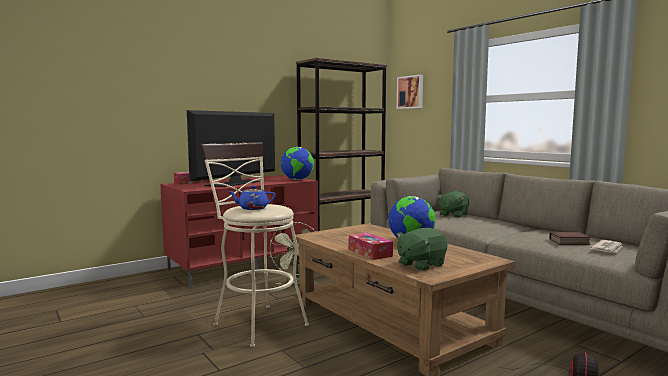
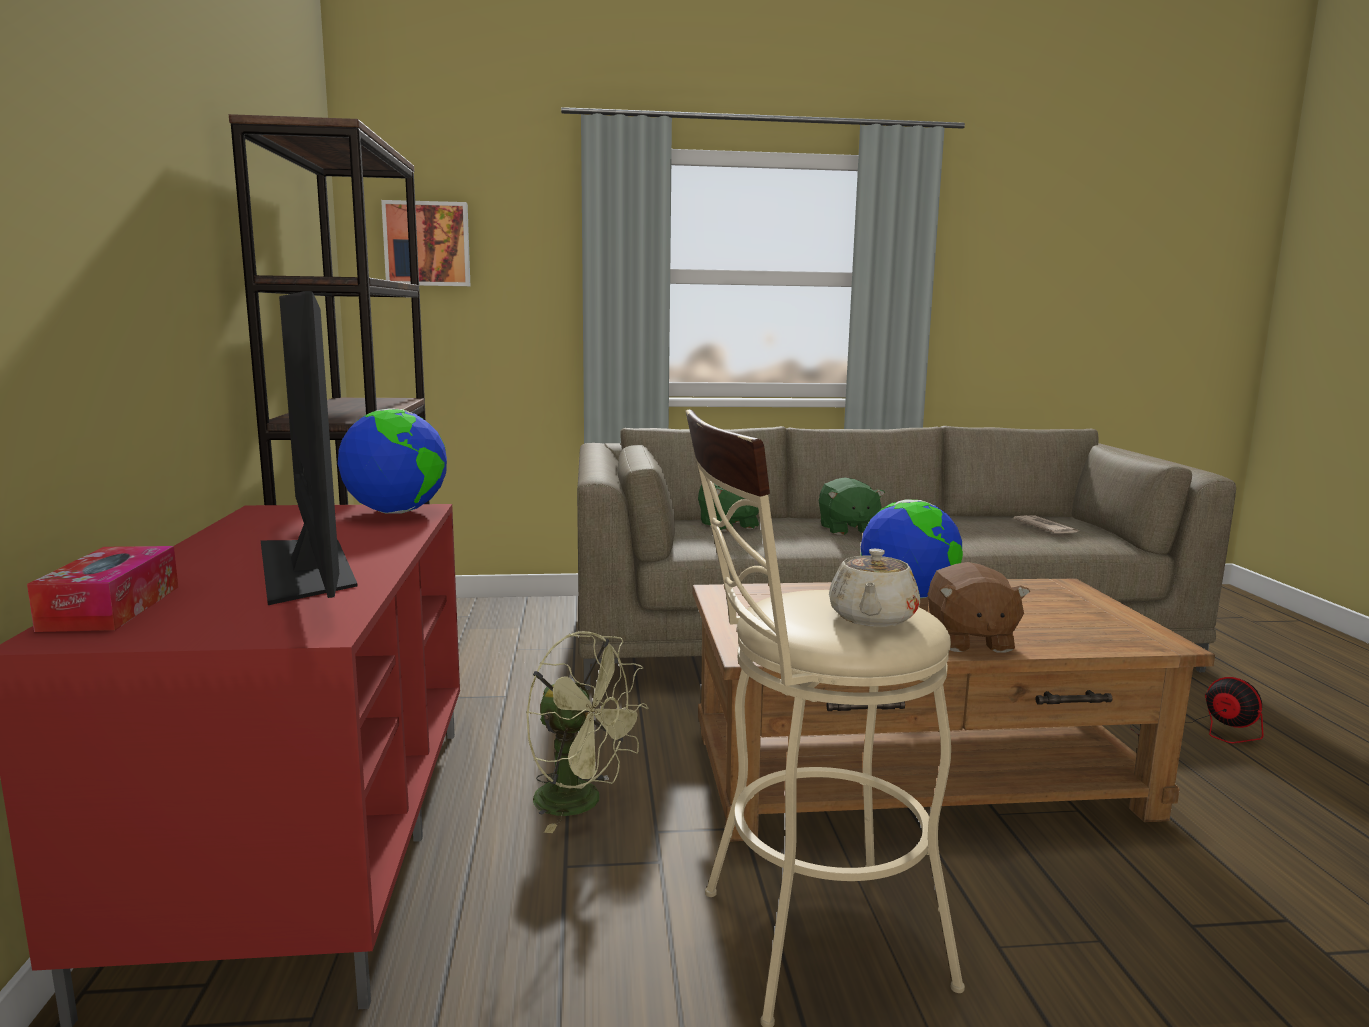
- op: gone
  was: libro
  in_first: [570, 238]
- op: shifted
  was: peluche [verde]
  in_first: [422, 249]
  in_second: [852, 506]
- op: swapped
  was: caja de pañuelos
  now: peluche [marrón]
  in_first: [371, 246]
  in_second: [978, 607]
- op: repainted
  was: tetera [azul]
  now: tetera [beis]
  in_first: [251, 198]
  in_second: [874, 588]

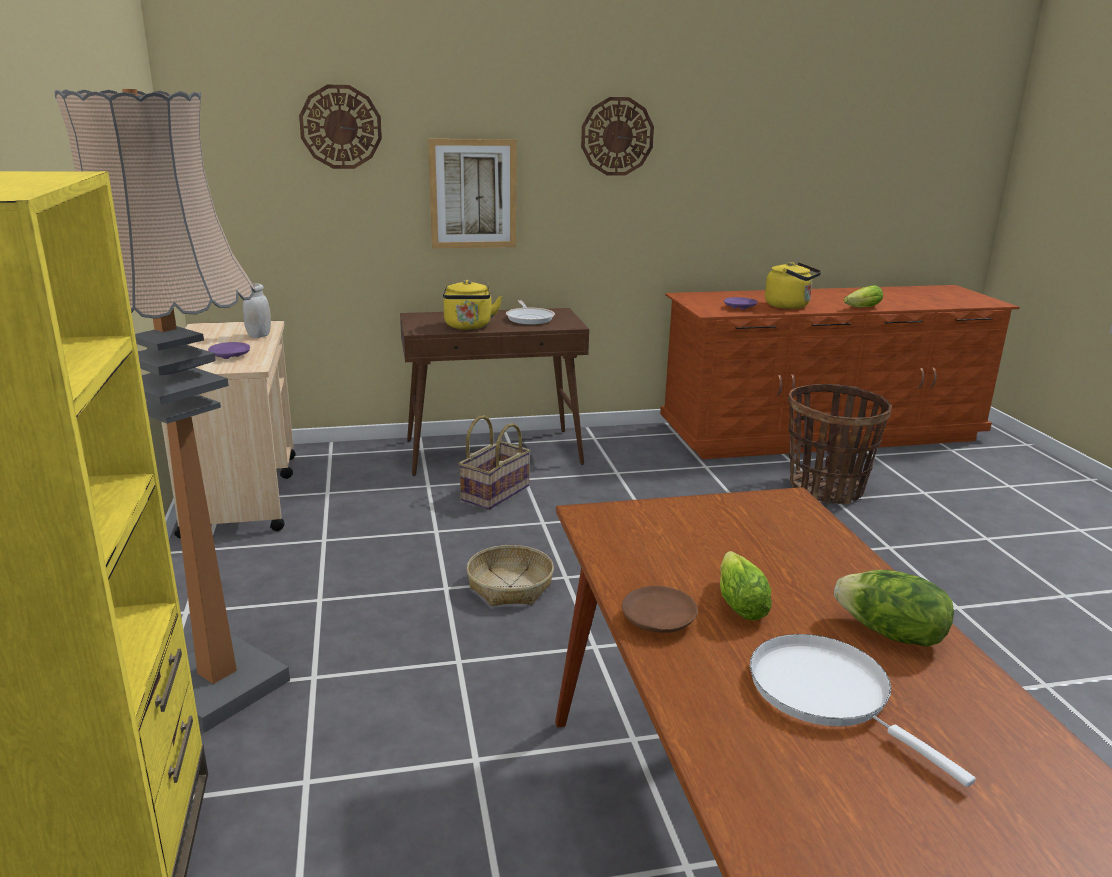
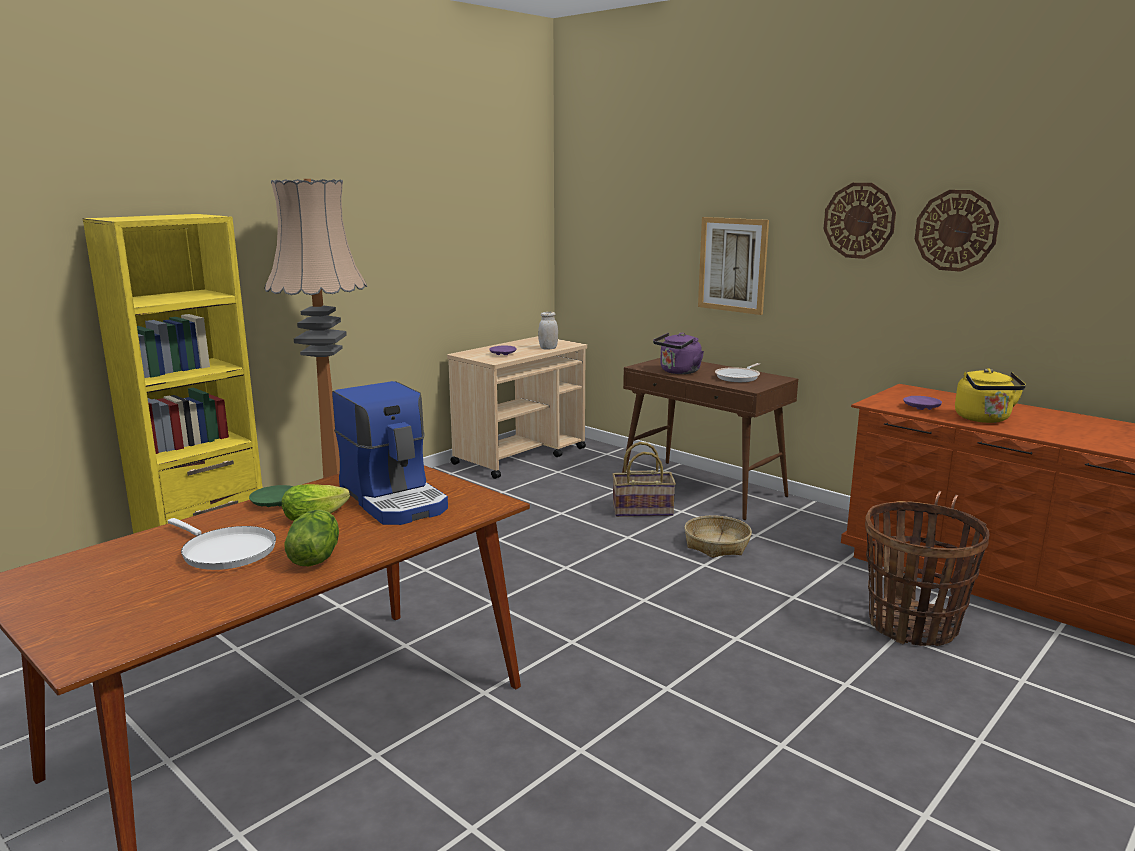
- op: gone
  was: lechuga
  in_first: [863, 296]
- op: new
  now: cafetera
  in_second: [390, 453]
- op: shifted
  was: reloj de pared
  in_first: [340, 127]
  in_second: [957, 231]
- op: shifted
  was: cesta
  in_first: [510, 575]
  in_second: [718, 536]
- op: repainted
  was: hervidor [amarillo]
  now: hervidor [morado]
  in_first: [472, 305]
  in_second: [678, 353]
- op: repainted
  was: plato [marrón]
  now: plato [verde]
  in_first: [659, 609]
  in_second: [271, 496]
- op: rotated
  was: sartén [blanco]
  in_first: [863, 710]
  in_second: [222, 544]
  clockwise: 105

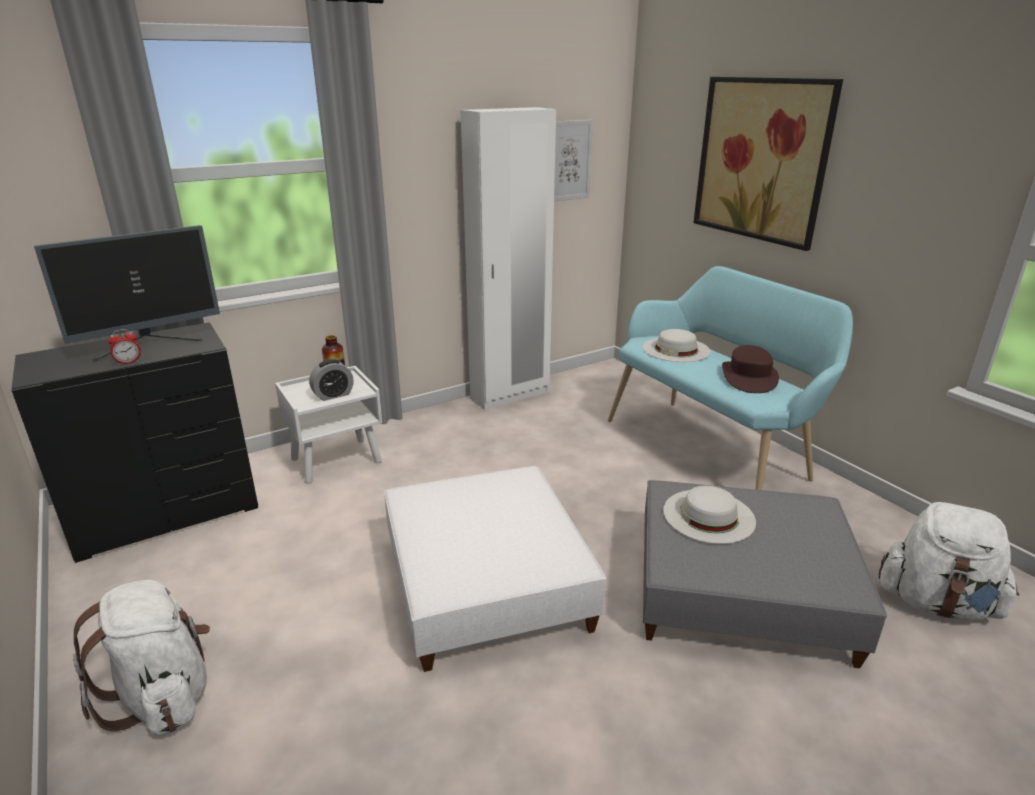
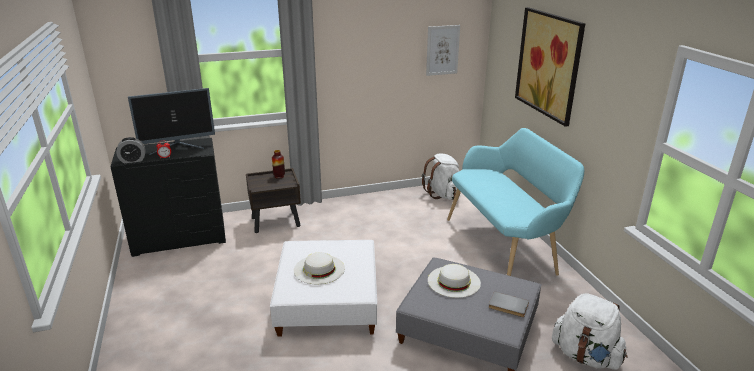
- op: gone
  was: armario ropero [blanco]
  in_first: [508, 258]
- op: gone
  was: sombrero [marrón]
  in_first: [750, 369]
- op: new
  now: libro [gris]
  in_second: [509, 304]
- op: shifted
  was: mochila [blanco]
  in_first: [141, 657]
  in_second: [441, 177]
- op: shifted
  was: despertador
  in_first: [331, 380]
  in_second: [130, 150]
- op: shifted
  was: sombrero [blanco]
  in_first: [677, 345]
  in_second: [319, 268]
- op: repainted
  was: mesita de noche [blanco]
  now: mesita de noche [marrón]
  in_first: [328, 424]
  in_second: [273, 200]

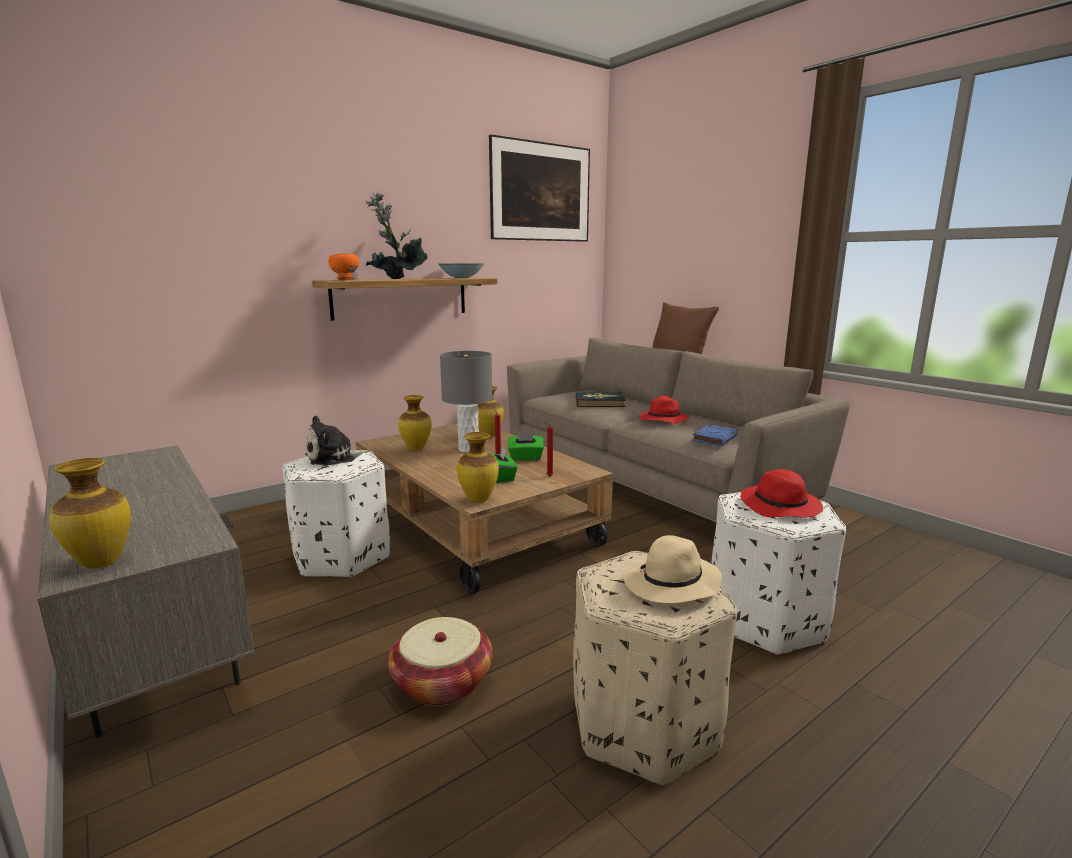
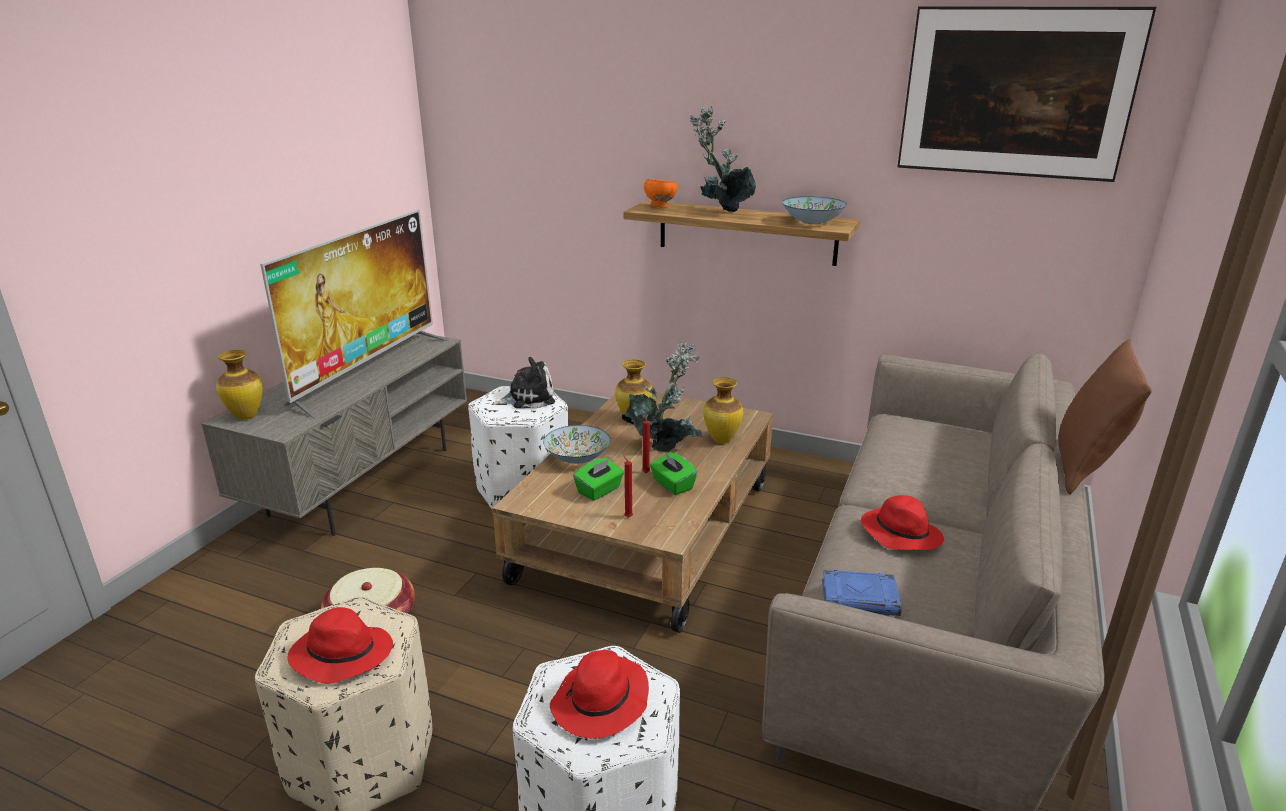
- op: gone
  was: florero
  in_first: [478, 467]
- op: gone
  was: libro
  in_first: [600, 399]
- op: new
  now: televisor
  in_second: [354, 314]
- op: new
  now: cuenco
  in_second: [577, 444]
- op: swapped
  was: lámpara de mesa [gris]
  now: planta en maceta
  in_first: [466, 402]
  in_second: [662, 397]
- op: repainted
  was: sombrero [beis]
  now: sombrero [rojo]
  in_first: [672, 569]
  in_second: [340, 645]
- op: rotated
  was: peluche
  in_first: [337, 440]
  in_second: [523, 382]
  clockwise: 135

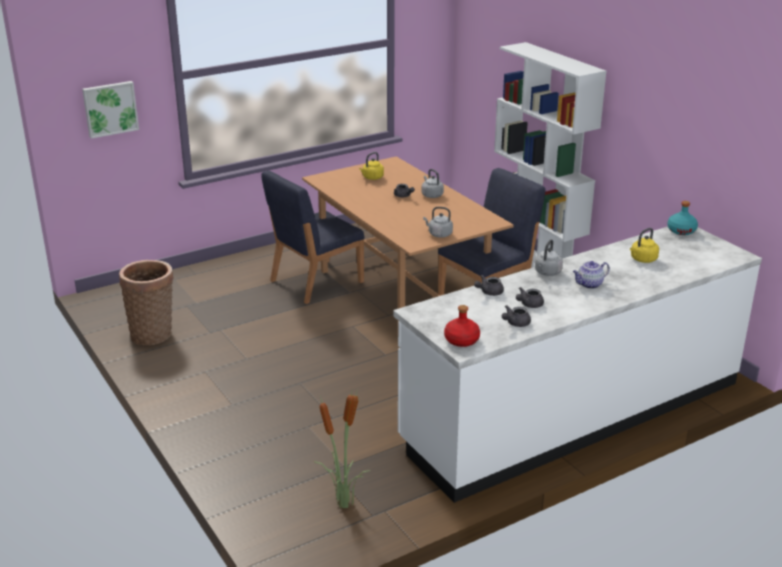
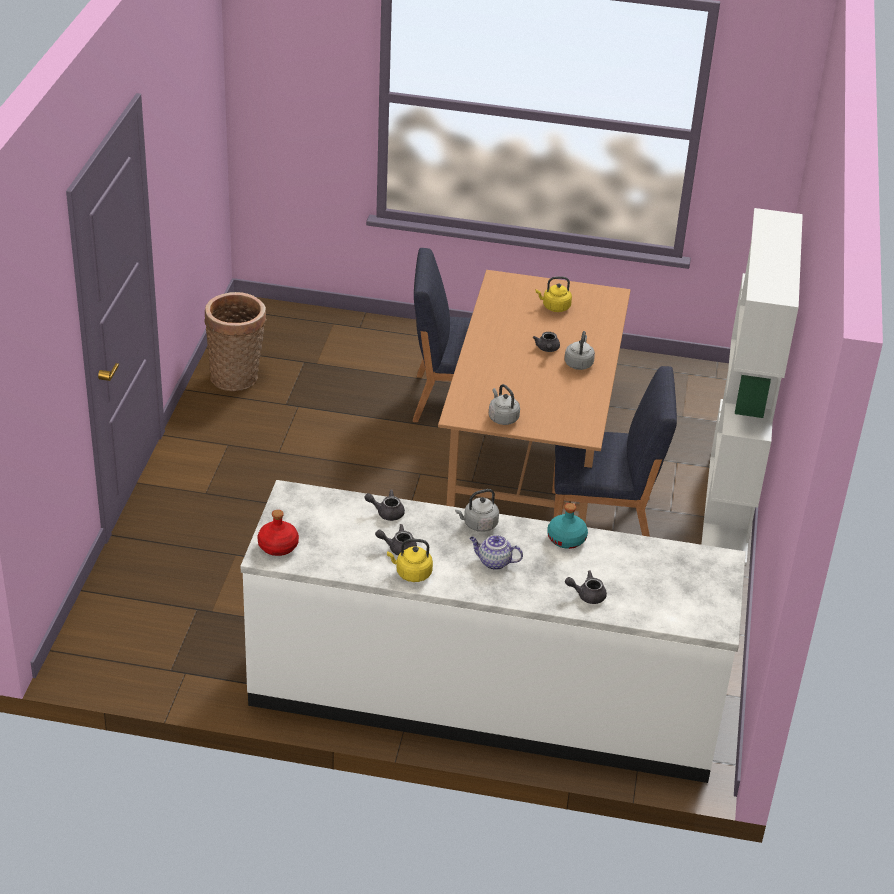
- op: gone
  was: cuadro
  in_first: [110, 110]
- op: gone
  was: planta en maceta
  in_first: [342, 448]
- op: shifted
  was: tetera [gris]
  in_first: [516, 316]
  in_second: [586, 587]
- op: shifted
  was: hervidor [amarillo]
  in_first: [644, 245]
  in_second: [410, 560]
- op: shifted
  was: botella [turquesa]
  in_first: [682, 218]
  in_second: [567, 526]

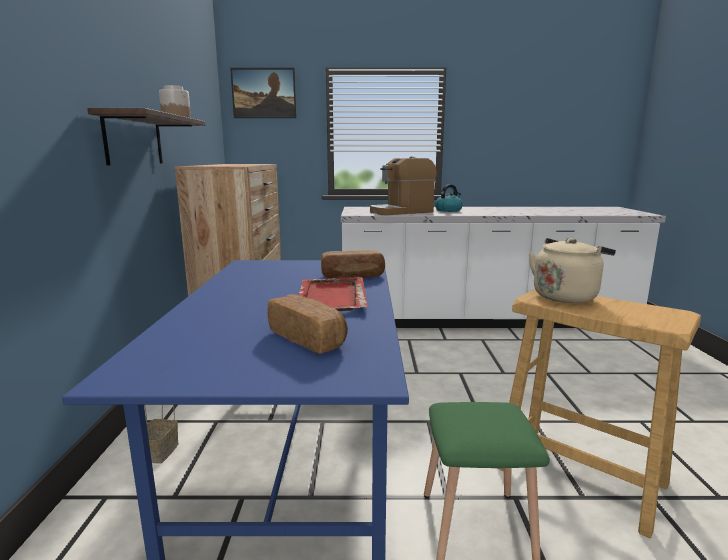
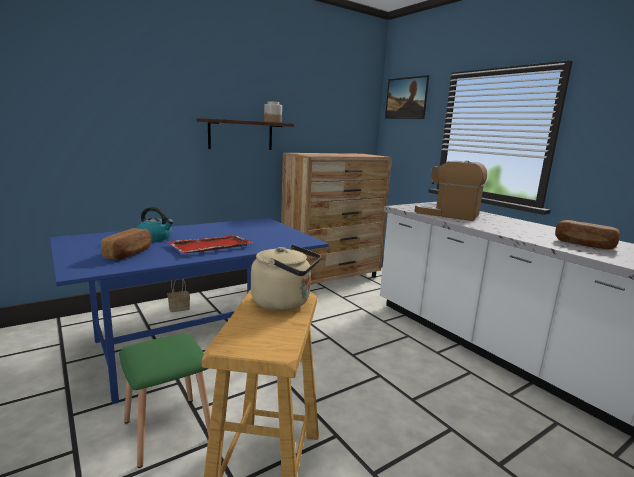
- op: shifted
  was: pan
  in_first: [353, 264]
  in_second: [587, 235]
- op: shifted
  was: hervidor
  in_first: [449, 198]
  in_second: [155, 224]

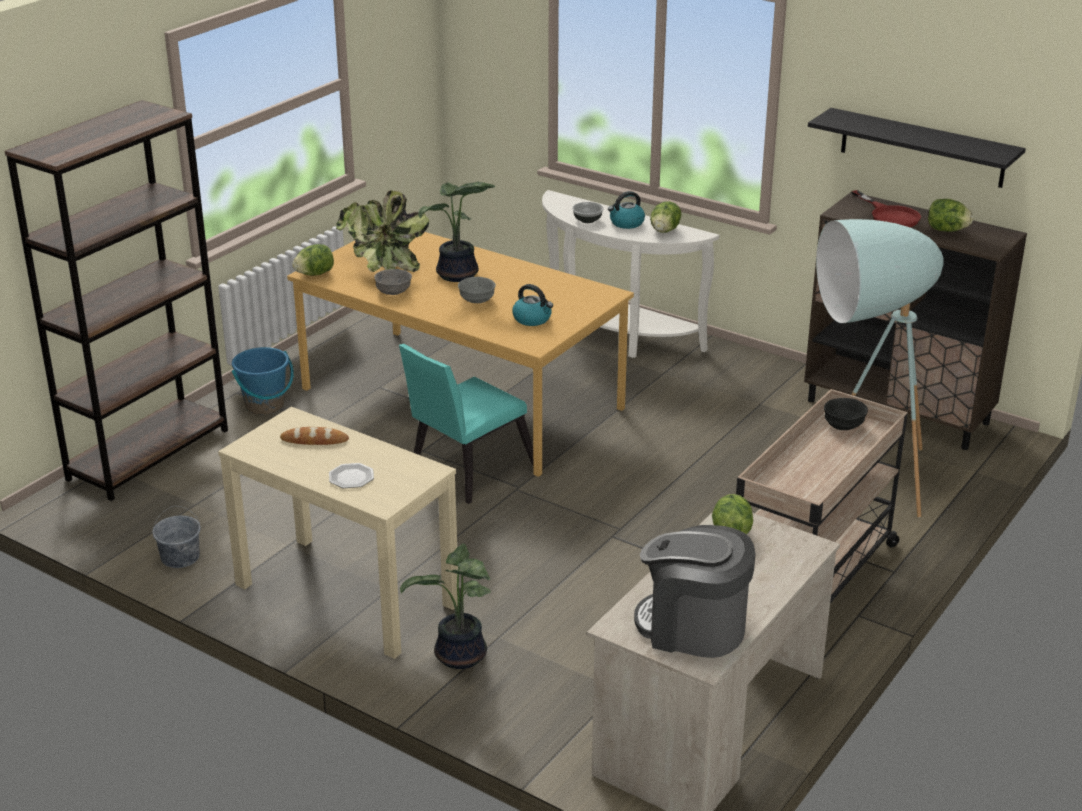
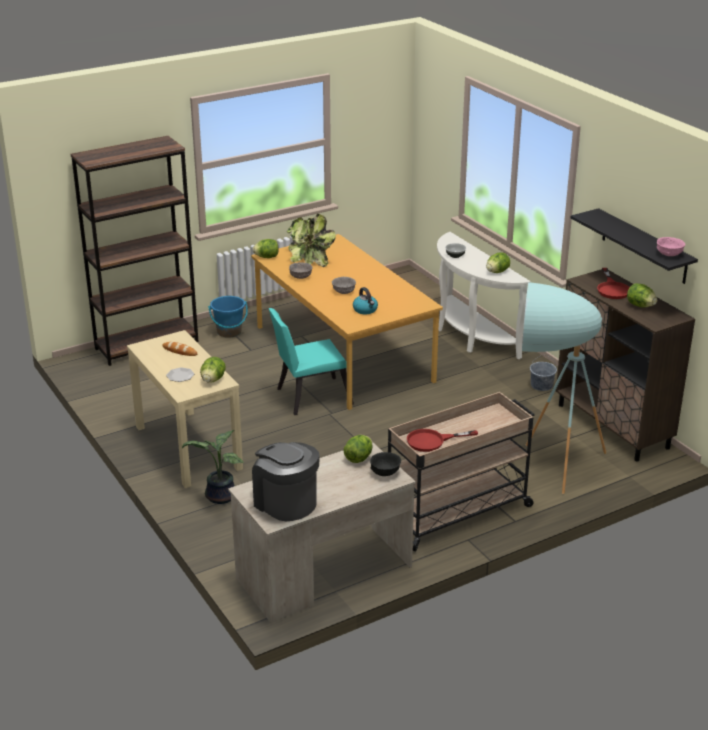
- op: gone
  was: planta en maceta
  in_first: [457, 232]
- op: gone
  was: hervidor
  in_first: [626, 210]
- op: new
  now: lechuga
  in_second: [213, 370]
- op: new
  now: sartén [rojo]
  in_second: [442, 440]
- op: new
  now: cuenco [rosa]
  in_second: [671, 246]
- op: shifted
  was: cubo [gris]
  in_first: [177, 537]
  in_second: [543, 373]
- op: shifted
  was: cuenco [negro]
  in_first: [846, 414]
  in_second: [385, 464]

